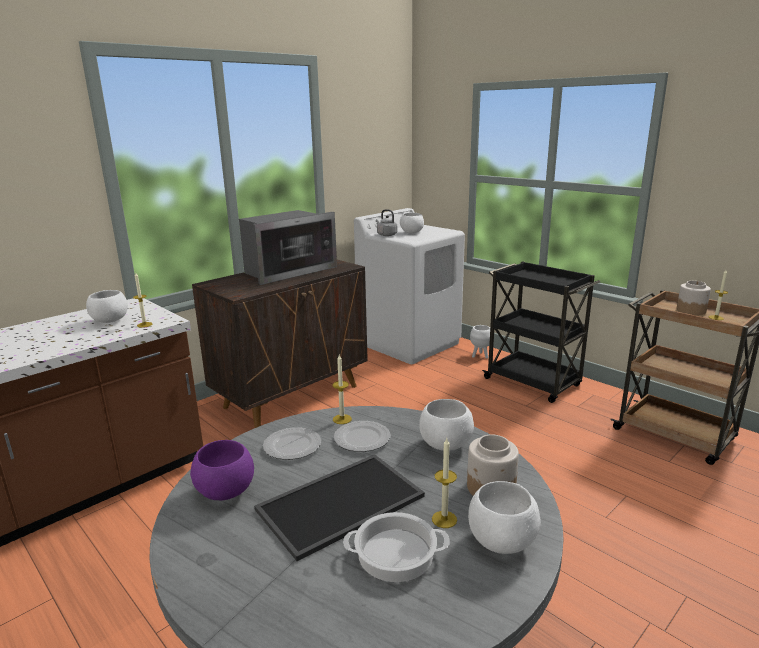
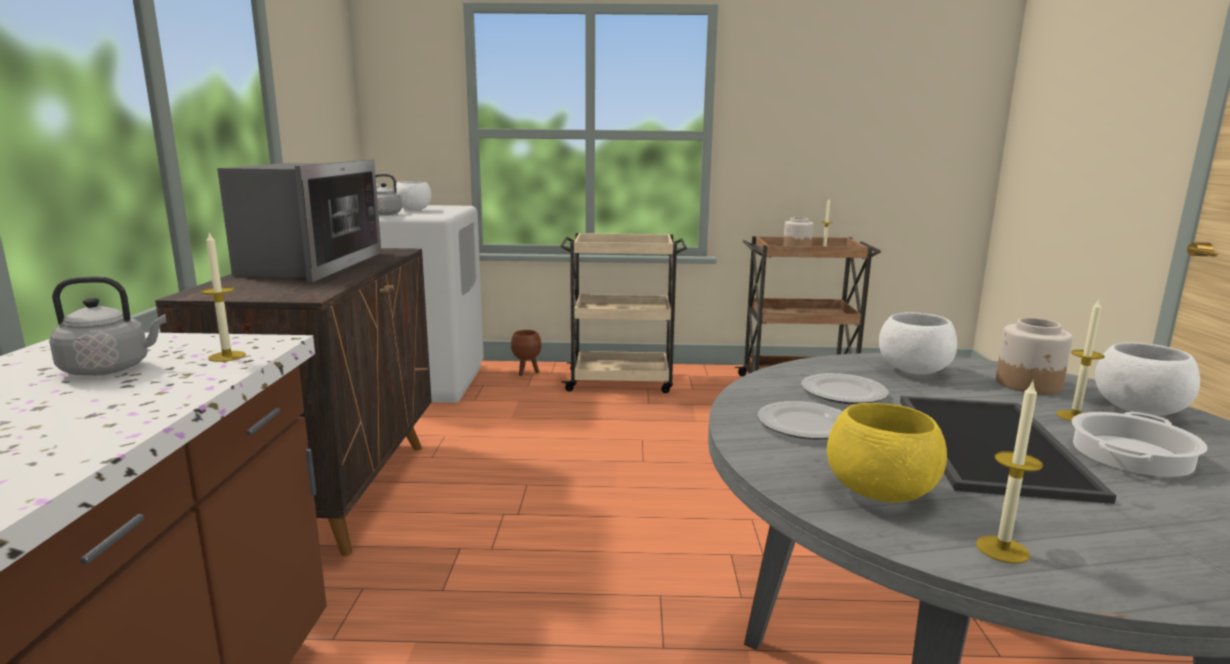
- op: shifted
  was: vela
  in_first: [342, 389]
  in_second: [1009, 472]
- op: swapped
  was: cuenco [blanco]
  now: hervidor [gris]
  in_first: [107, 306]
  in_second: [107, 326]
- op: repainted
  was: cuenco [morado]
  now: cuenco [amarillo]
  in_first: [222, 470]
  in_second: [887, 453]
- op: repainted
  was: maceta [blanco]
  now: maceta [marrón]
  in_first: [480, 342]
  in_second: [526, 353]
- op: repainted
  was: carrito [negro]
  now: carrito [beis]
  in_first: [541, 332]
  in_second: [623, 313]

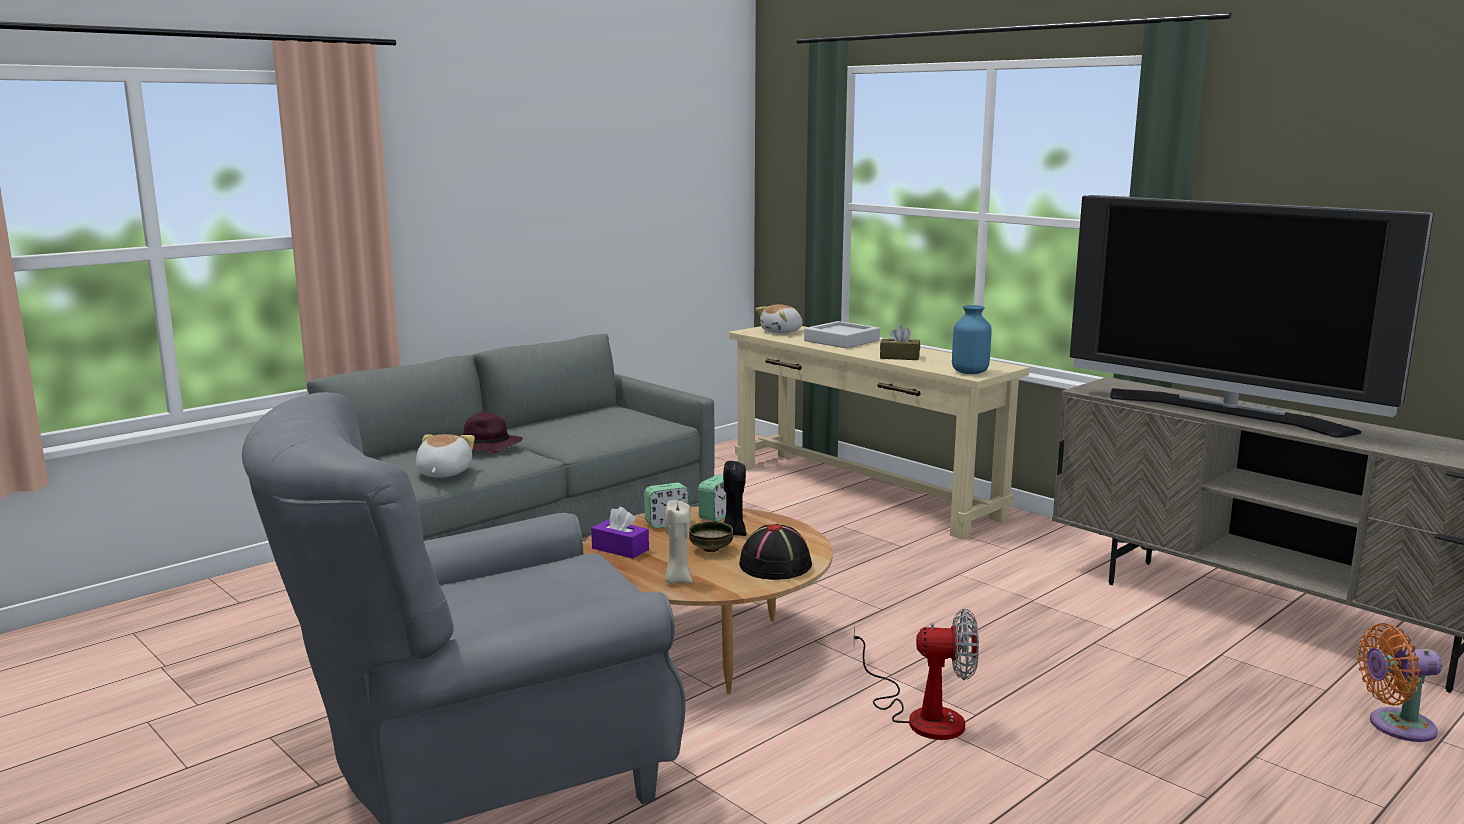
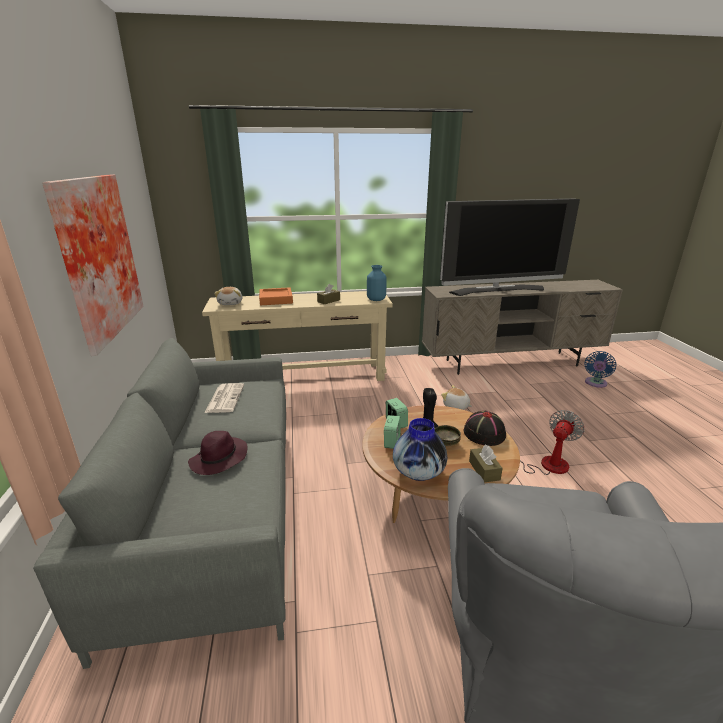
- op: new
  now: cuadro
  in_second: [92, 265]
- op: new
  now: periódico
  in_second: [224, 398]
- op: shifted
  was: peluche
  in_first: [445, 456]
  in_second: [456, 397]
- op: swapped
  was: caja de pañuelos [morado]
  now: florero
  in_first: [620, 532]
  in_second: [420, 449]
- op: swapped
  was: vela [beis]
  now: caja de pañuelos [marrón]
  in_first: [678, 542]
  in_second: [486, 463]
- op: repainted
  was: bandeja [gris]
  now: bandeja [naranja]
  in_first: [842, 334]
  in_second: [276, 296]
- op: repainted
  was: ventilador [naranja]
  now: ventilador [azul]
  in_first: [1400, 682]
  in_second: [600, 369]

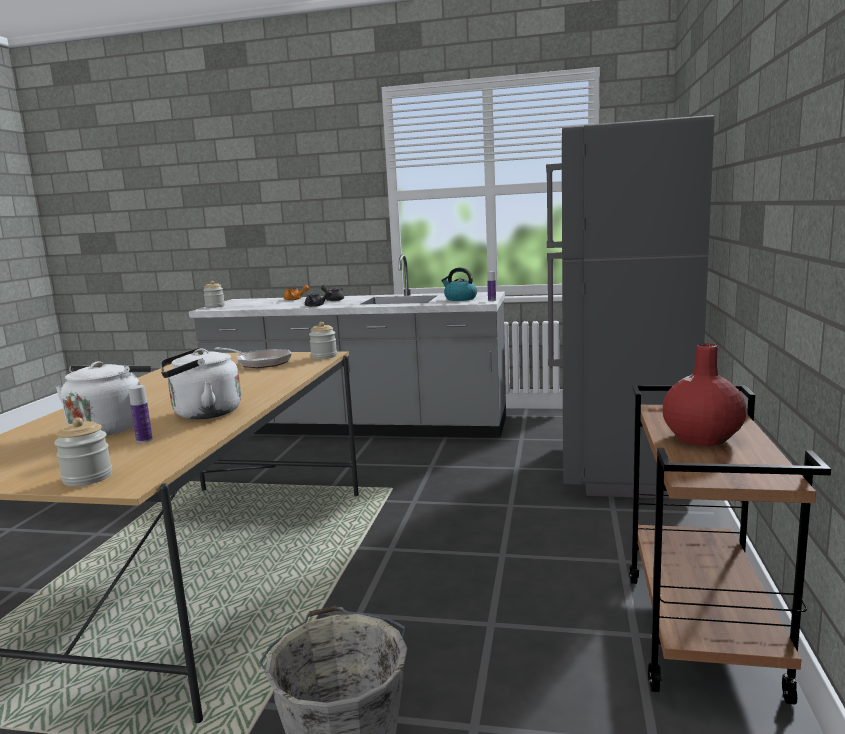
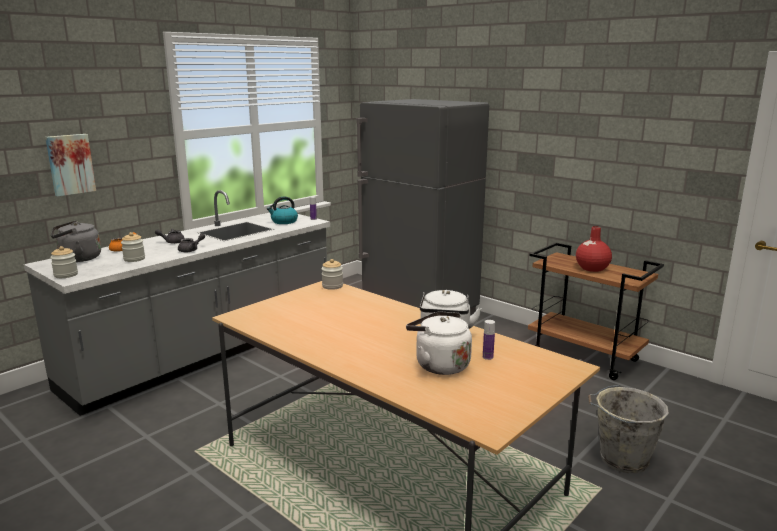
- op: gone
  was: sartén
  in_first: [252, 357]
- op: new
  now: cuadro
  in_second: [70, 165]
- op: new
  now: hervidor [gris]
  in_second: [76, 241]
- op: shifted
  was: tarro
  in_first: [83, 452]
  in_second: [133, 247]

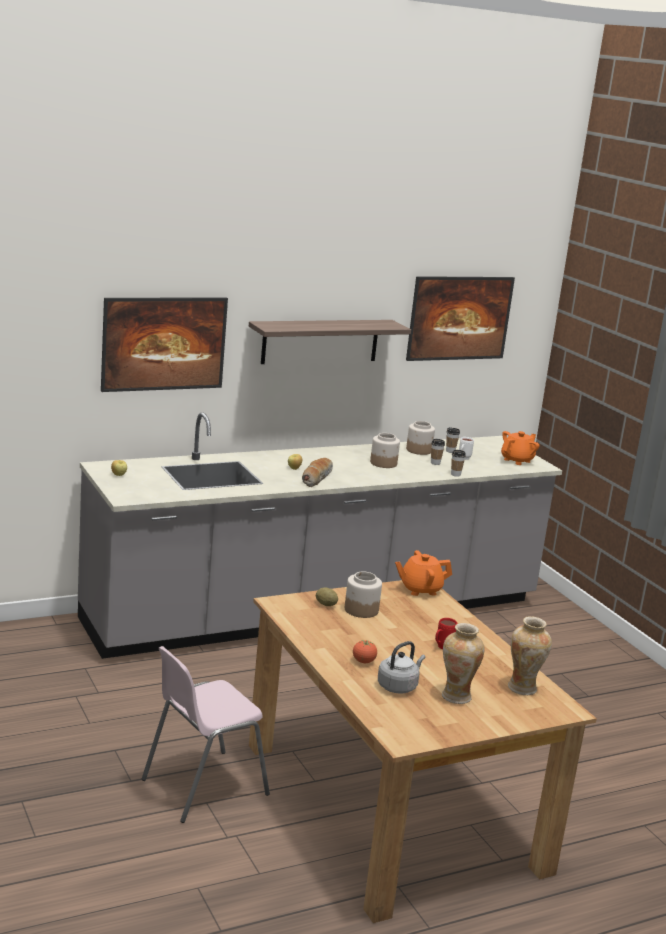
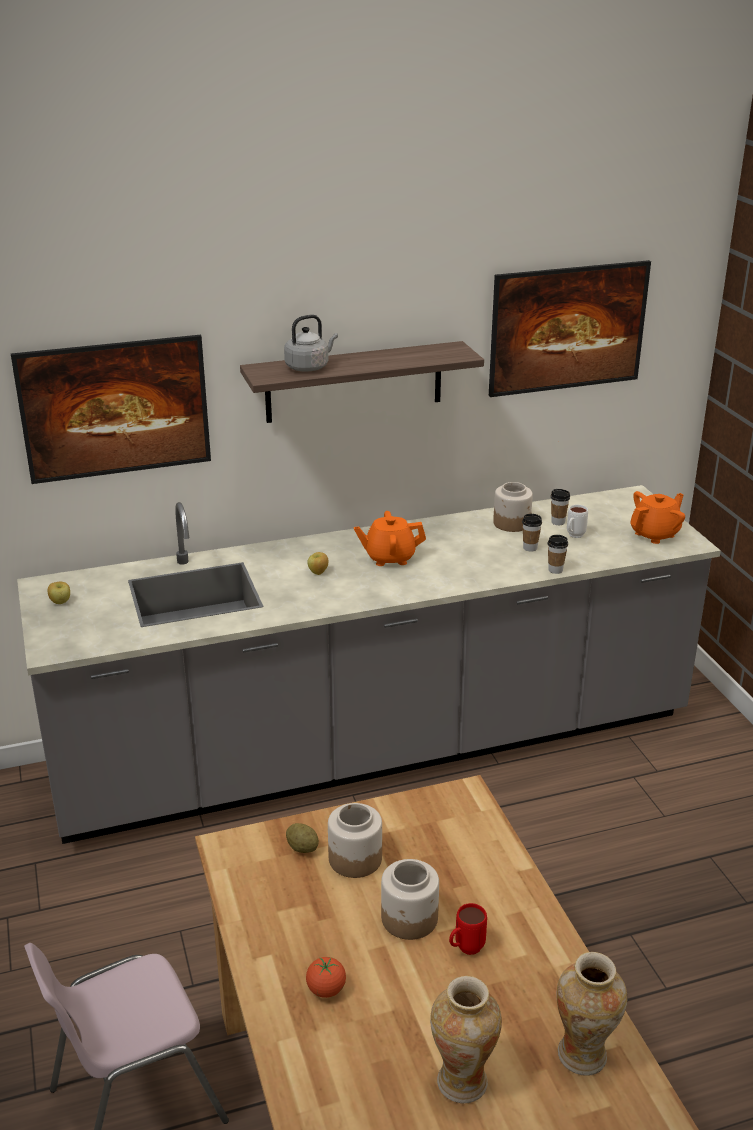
- op: gone
  was: pan
  in_first: [317, 472]
- op: shifted
  was: tarro
  in_first: [385, 450]
  in_second: [410, 899]
- op: shifted
  was: hervidor [gris]
  in_first: [402, 667]
  in_second: [311, 343]
- op: shifted
  was: tetera [naranja]
  in_first: [423, 573]
  in_second: [390, 538]

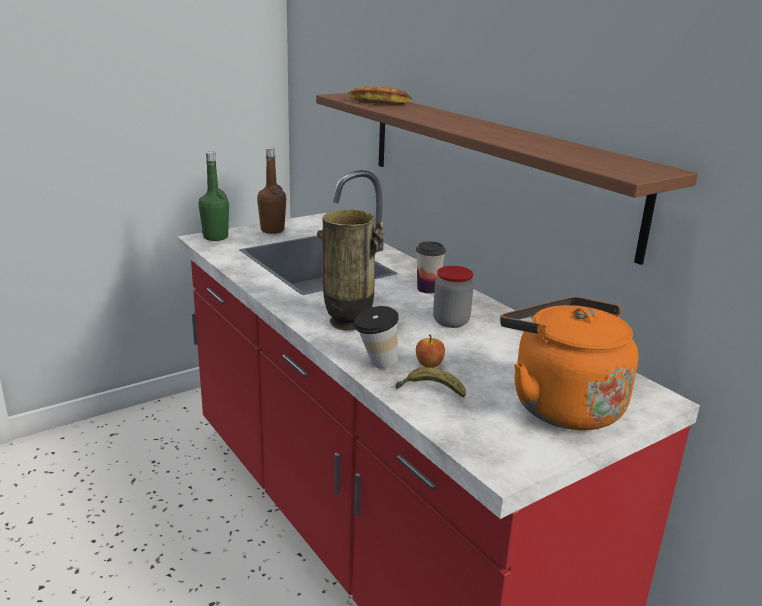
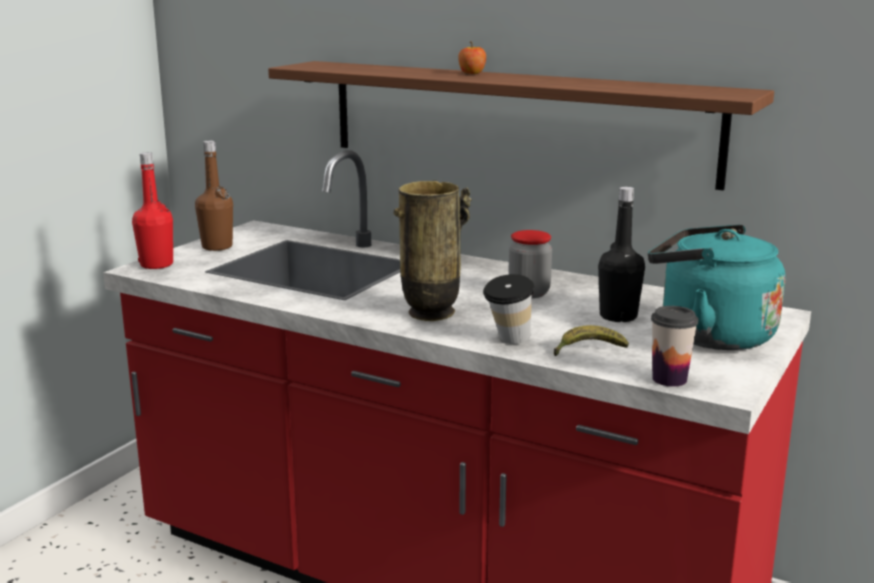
- op: gone
  was: plátano
  in_first: [380, 95]
- op: new
  now: botella [negro]
  in_second: [621, 254]
- op: shifted
  was: taza
  in_first: [431, 267]
  in_second: [674, 346]
- op: shifted
  was: manzana
  in_first: [430, 351]
  in_second: [472, 57]
- op: repainted
  was: botella [verde]
  now: botella [rojo]
  in_first: [213, 196]
  in_second: [152, 210]
- op: repainted
  was: hervidor [naranja]
  now: hervidor [turquesa]
  in_first: [569, 363]
  in_second: [716, 287]

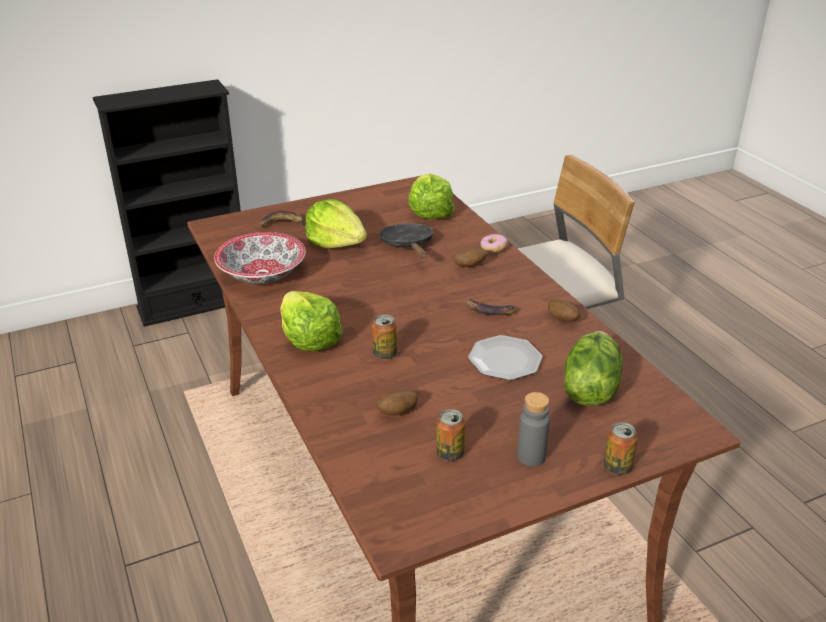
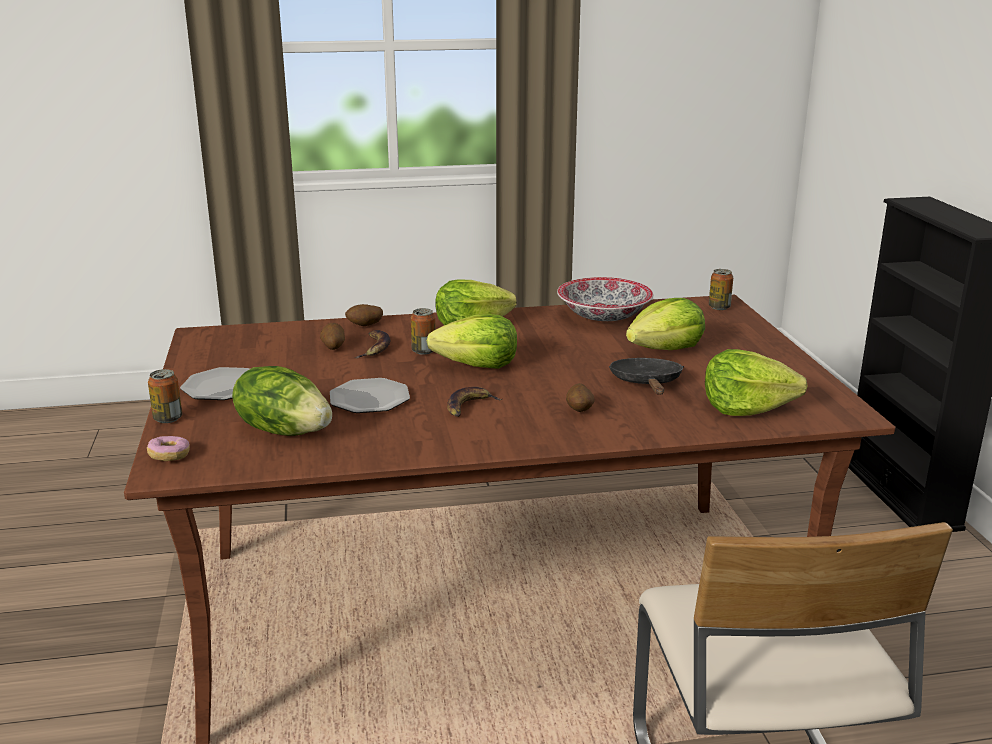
- op: new
  now: lechuga
  in_second: [472, 341]
- op: shifted
  was: plátano
  in_first: [283, 219]
  in_second: [372, 344]
- op: shifted
  was: lata
  in_first: [450, 435]
  in_second: [721, 289]
- op: shifted
  was: rosquilla
  in_first: [494, 243]
  in_second: [168, 448]
- op: shifted
  was: patata
  in_first: [564, 310]
  in_second: [364, 315]
- op: swapped
  was: botella [gris]
  now: plato
  in_first: [533, 429]
  in_second: [215, 383]
- op: rotated
  was: sartén [negro]
  in_first: [406, 240]
  in_second: [646, 376]
  clockwise: -90

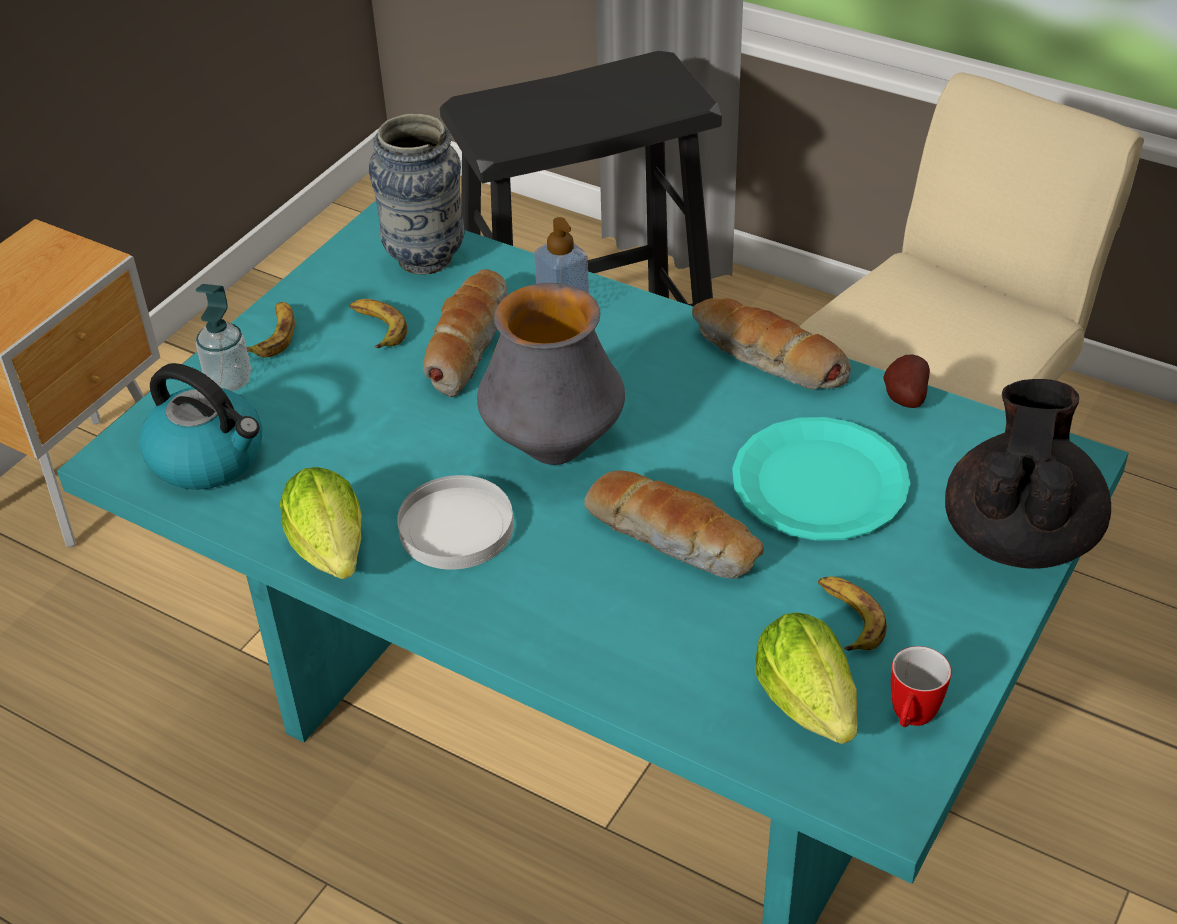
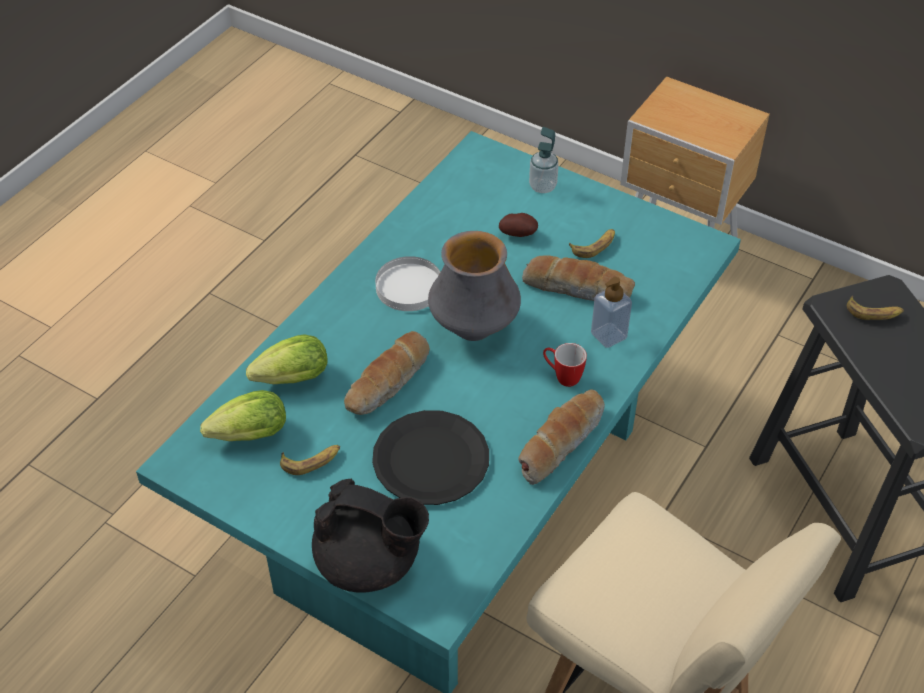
- op: gone
  was: hervidor
  in_first: [201, 426]
- op: gone
  was: florero
  in_first: [416, 194]
- op: shifted
  was: plátano
  in_first: [270, 329]
  in_second: [875, 308]
- op: shifted
  was: lechuga
  in_first: [321, 523]
  in_second: [286, 359]
- op: shifted
  was: patata
  in_first: [907, 381]
  in_second: [518, 225]
- op: shifted
  was: taza grande
  in_first: [921, 686]
  in_second: [565, 365]
- op: repainted
  was: plato [turquesa]
  now: plato [negro]
  in_first: [821, 479]
  in_second: [430, 457]

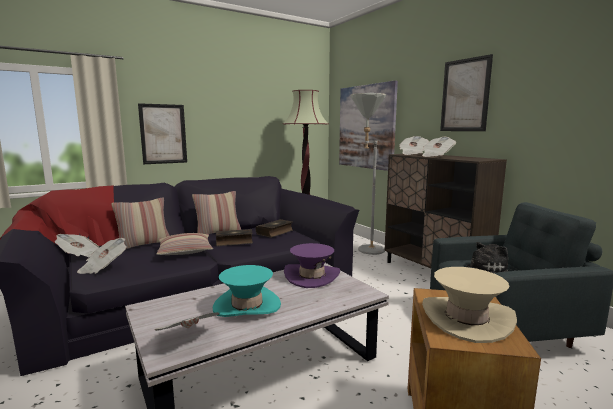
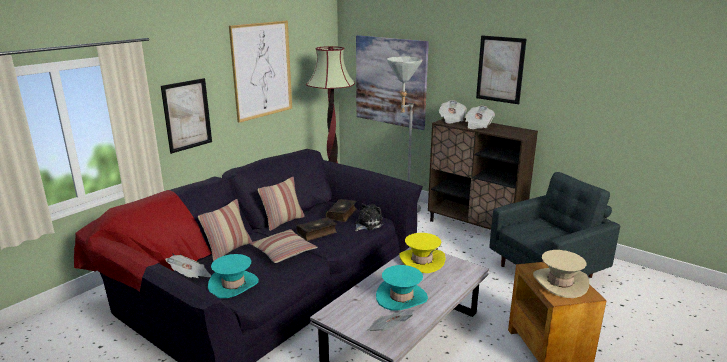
- op: new
  now: cuadro
  in_second: [260, 72]
- op: shifted
  was: peluche
  in_first: [487, 257]
  in_second: [369, 217]
- op: swapped
  was: periódico
  now: sombrero [turquesa]
  in_first: [101, 256]
  in_second: [233, 276]
- op: repainted
  was: sombrero [morado]
  now: sombrero [amarillo]
  in_first: [312, 265]
  in_second: [422, 253]

